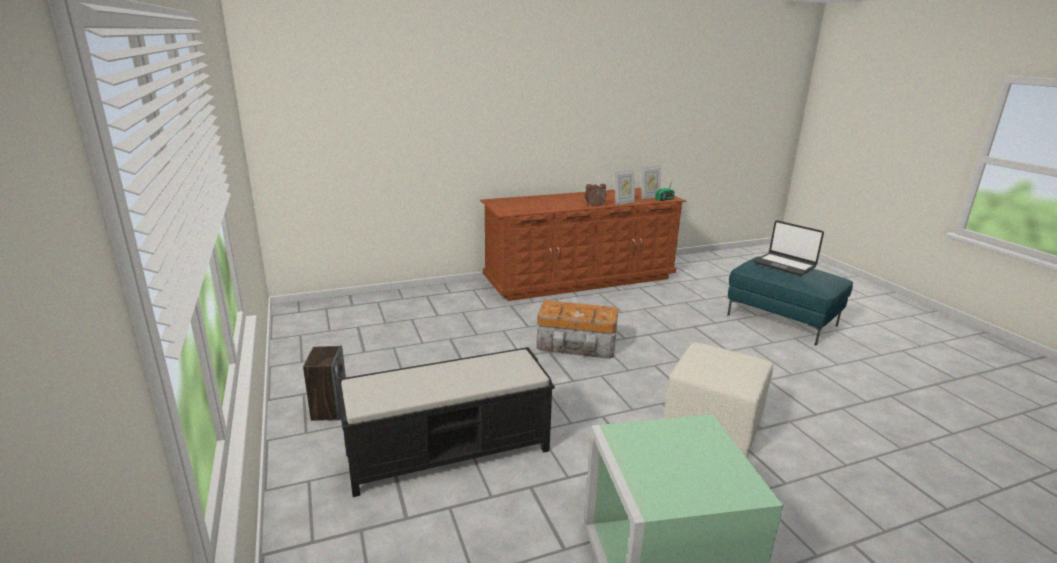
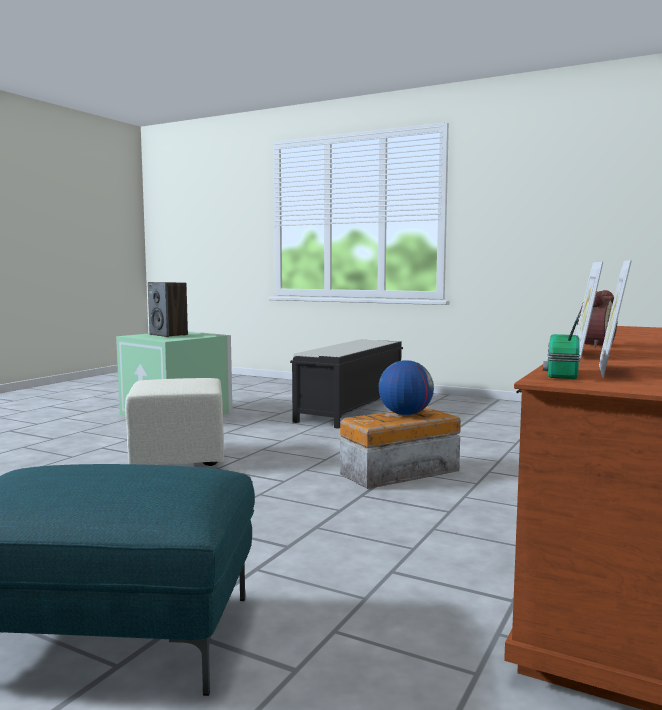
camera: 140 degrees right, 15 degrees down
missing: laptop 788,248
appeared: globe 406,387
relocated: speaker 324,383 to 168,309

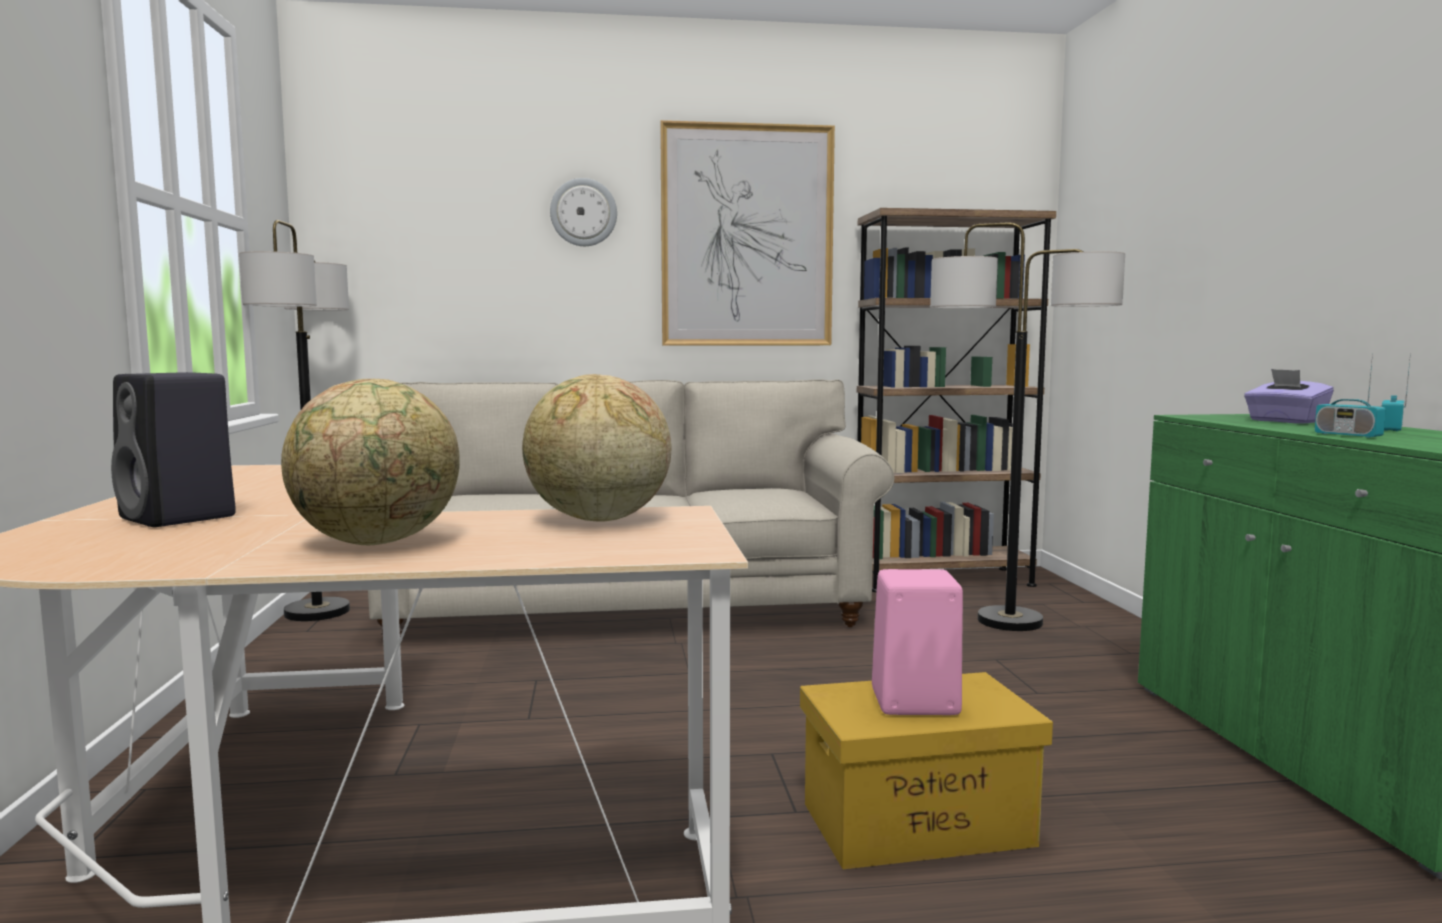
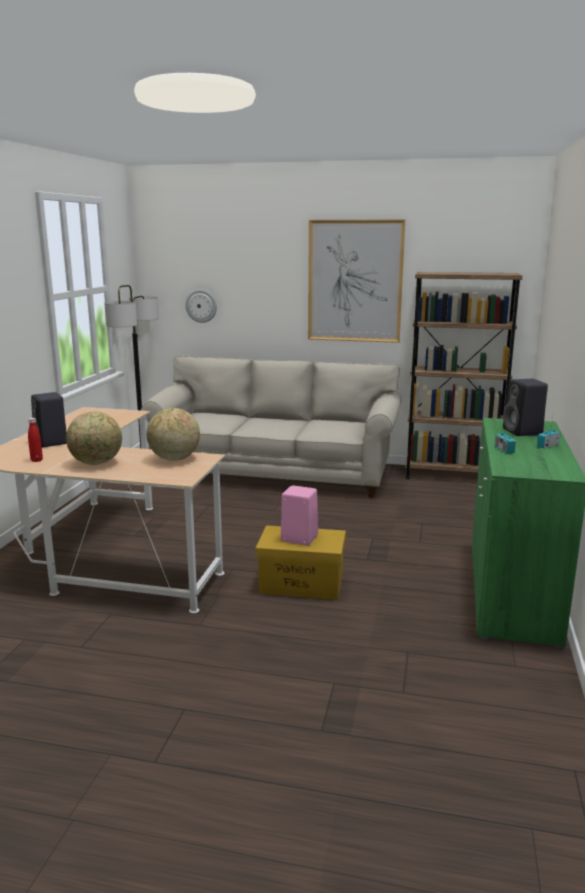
camera: 20 degrees right, 10 degrees up
missing: floor lamp 1027,427
appeared: red-coloured bottle 35,440
relocated: wall clock 583,212 to 201,306
exchanged: purplish tissue box 1289,396 to black-coloured speaker 525,407

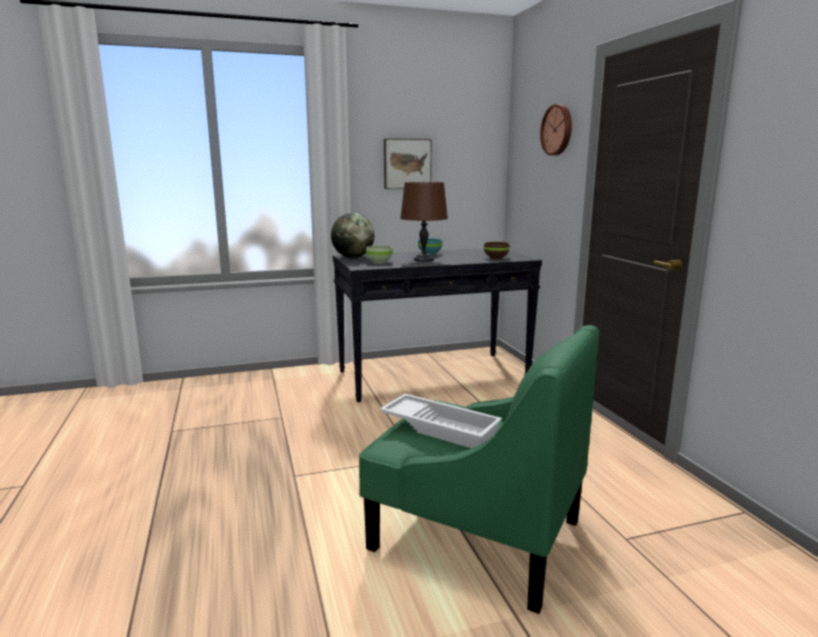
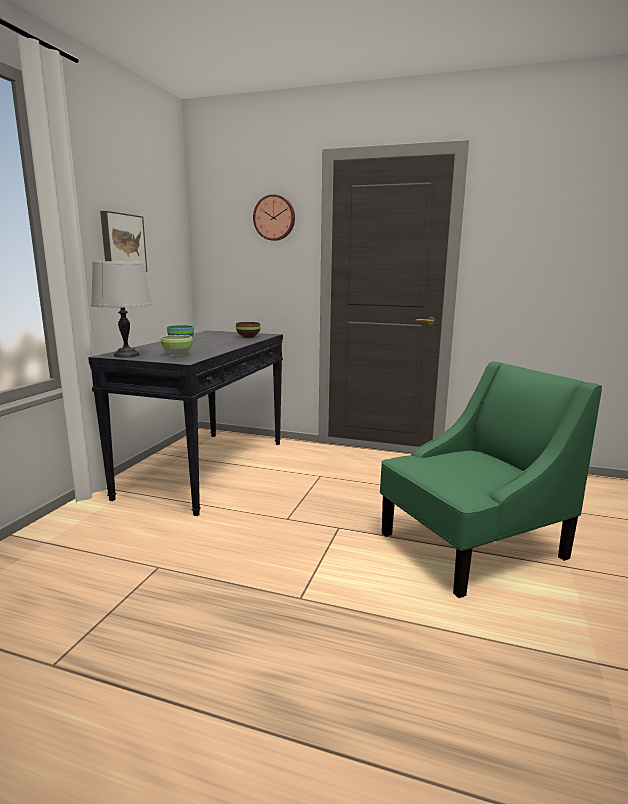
camera: 55 degrees left, 0 degrees up
missing: whitish tray 441,421; brownish table lamp 424,222
exchanged: globe 352,235 to greyish table lamp 122,309

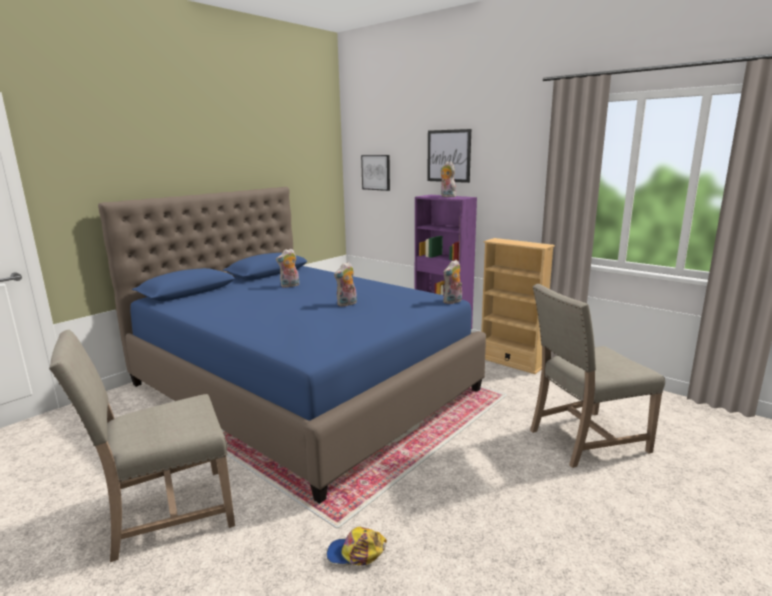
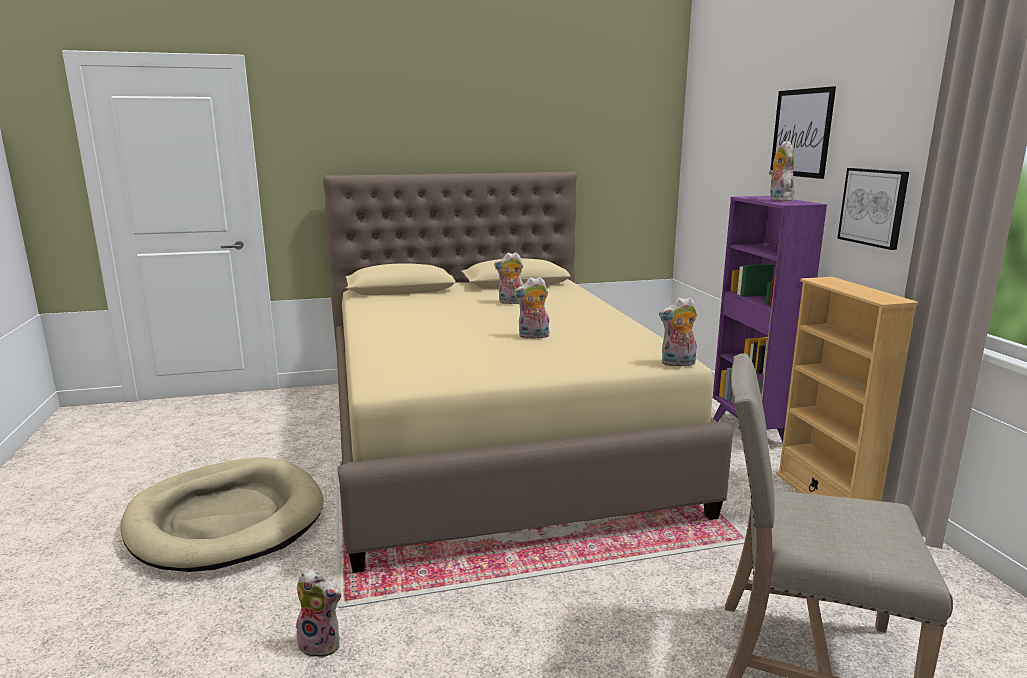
camera: 35 degrees right, 0 degrees up
relocated: wall picture 375,173 to 873,209
exchanged: beige-coloured chair 142,446 to beige-coloured dog bed 222,514; baseball cap 357,546 to cuddly toy 318,613
colour: blue bedroom bed 292,345 to beige-coloured bedroom bed 528,372

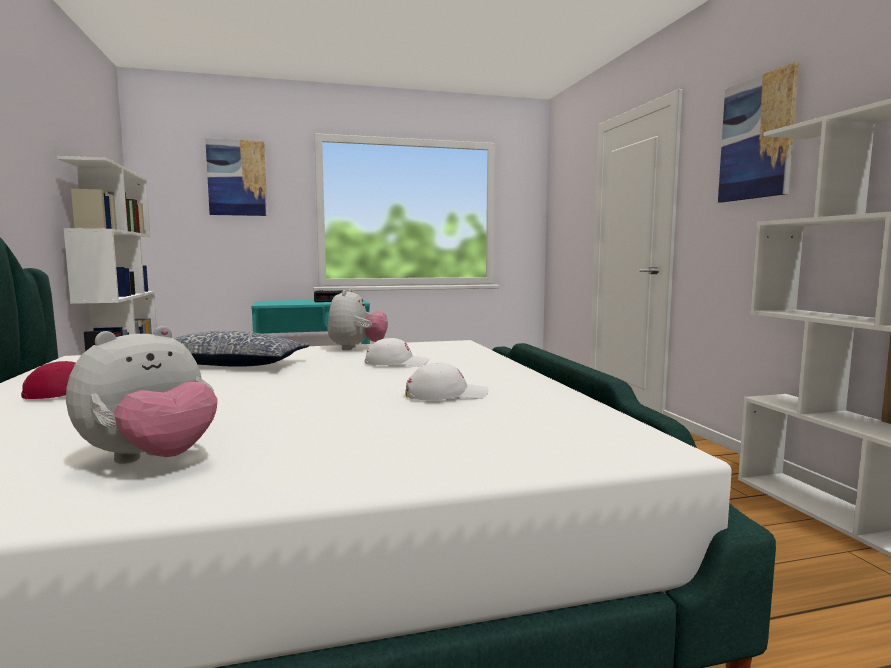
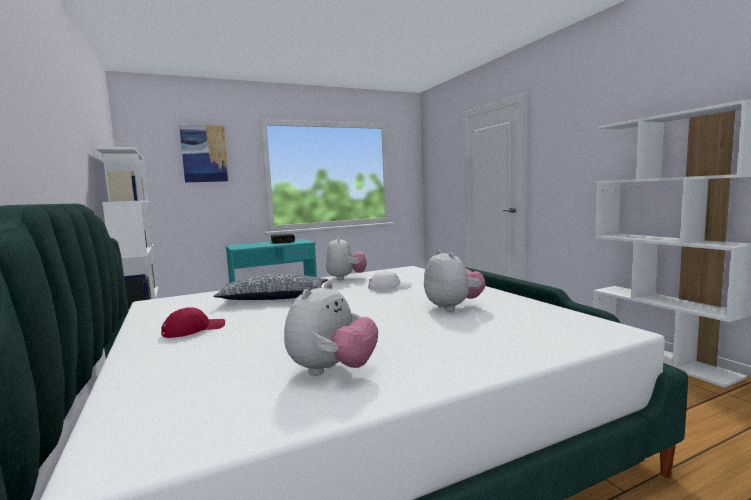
camera: 10 degrees left, 0 degrees up
missing: wall picture 758,132
exchanged: whitish baseball cap 447,381 to cuddly toy 454,281

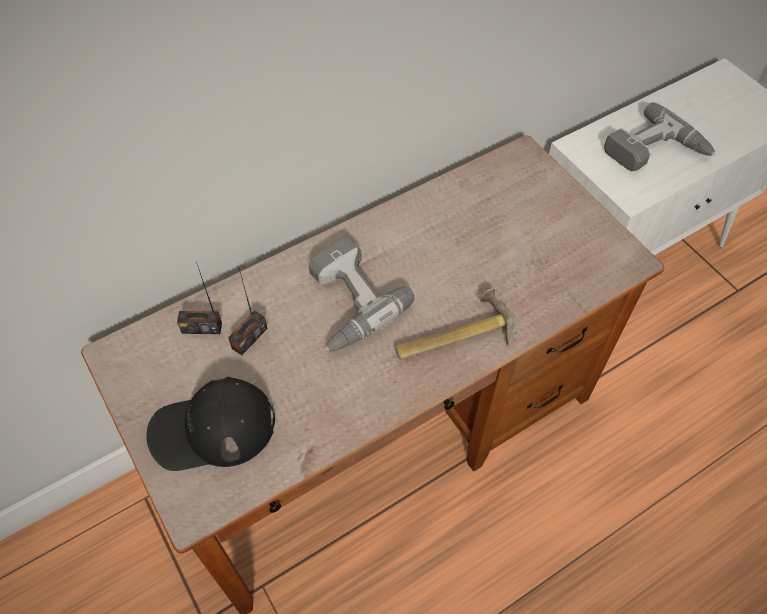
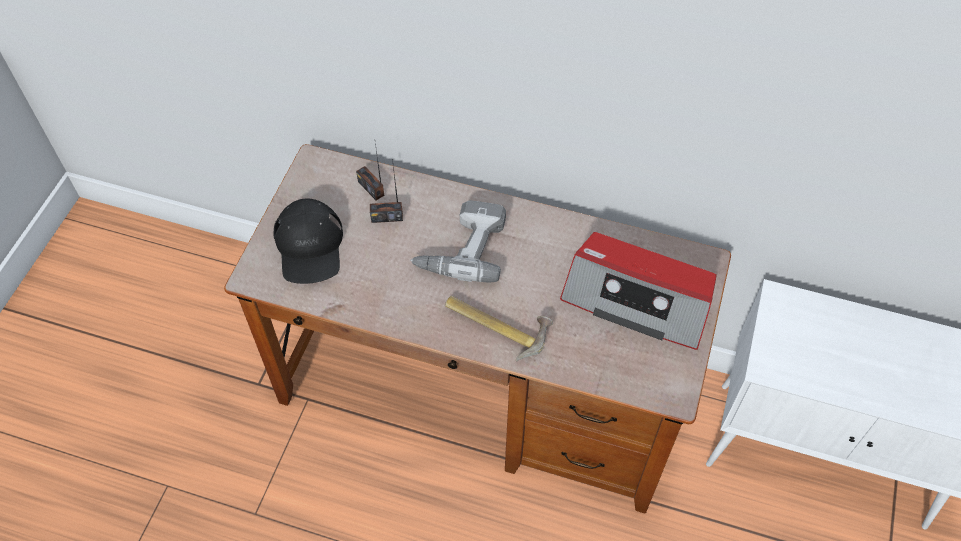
camera: 50 degrees right, 0 degrees up
missing: drill 659,136
appeared: radio receiver 638,291
spun: black-coloured baseball cap 210,424 = 308,241 135 degrees counterclockwise

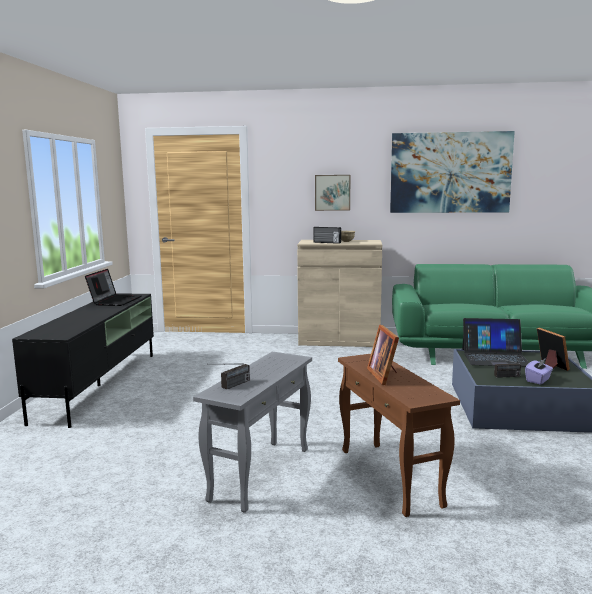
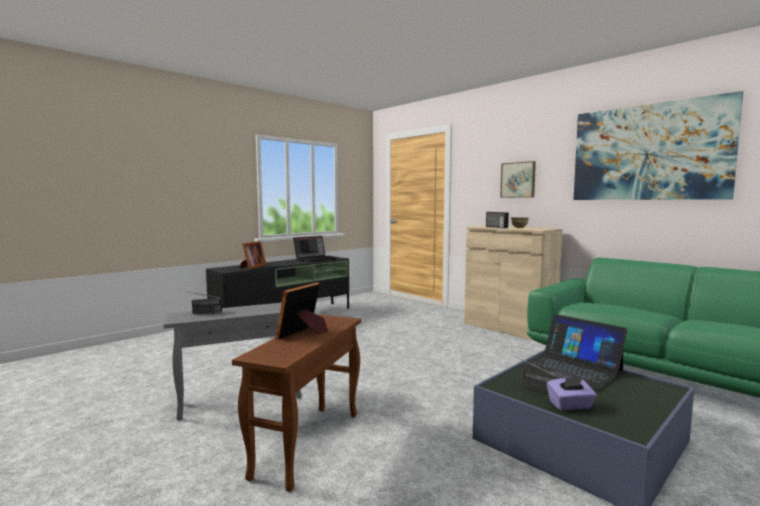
camera: 40 degrees right, 5 degrees down
relocated: picture frame 553,349 to 253,255

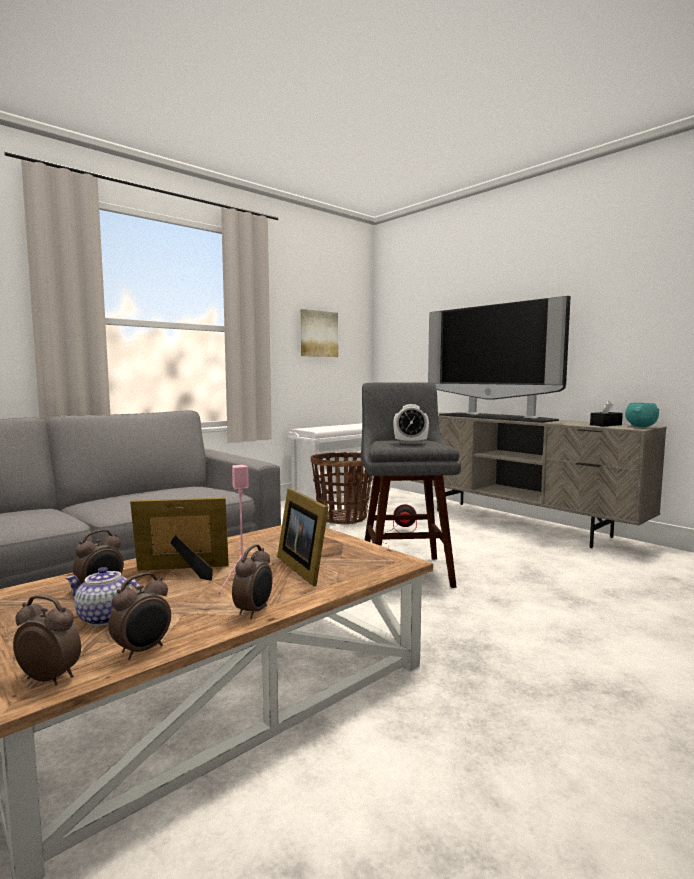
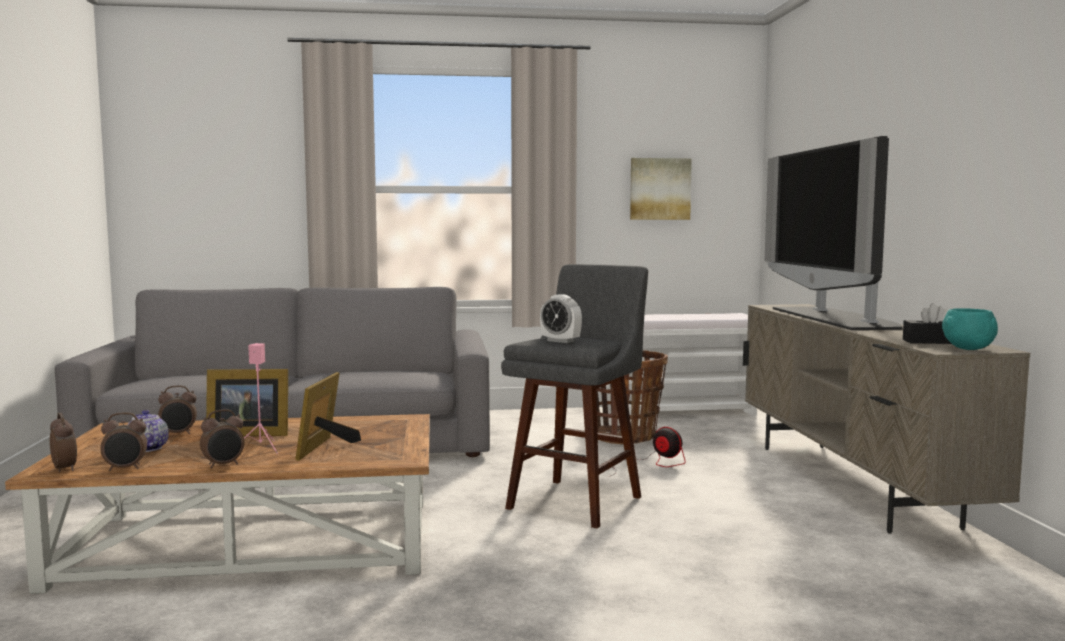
camera: 35 degrees right, 0 degrees up
spun: picture frame 179,539 = 247,402 150 degrees clockwise

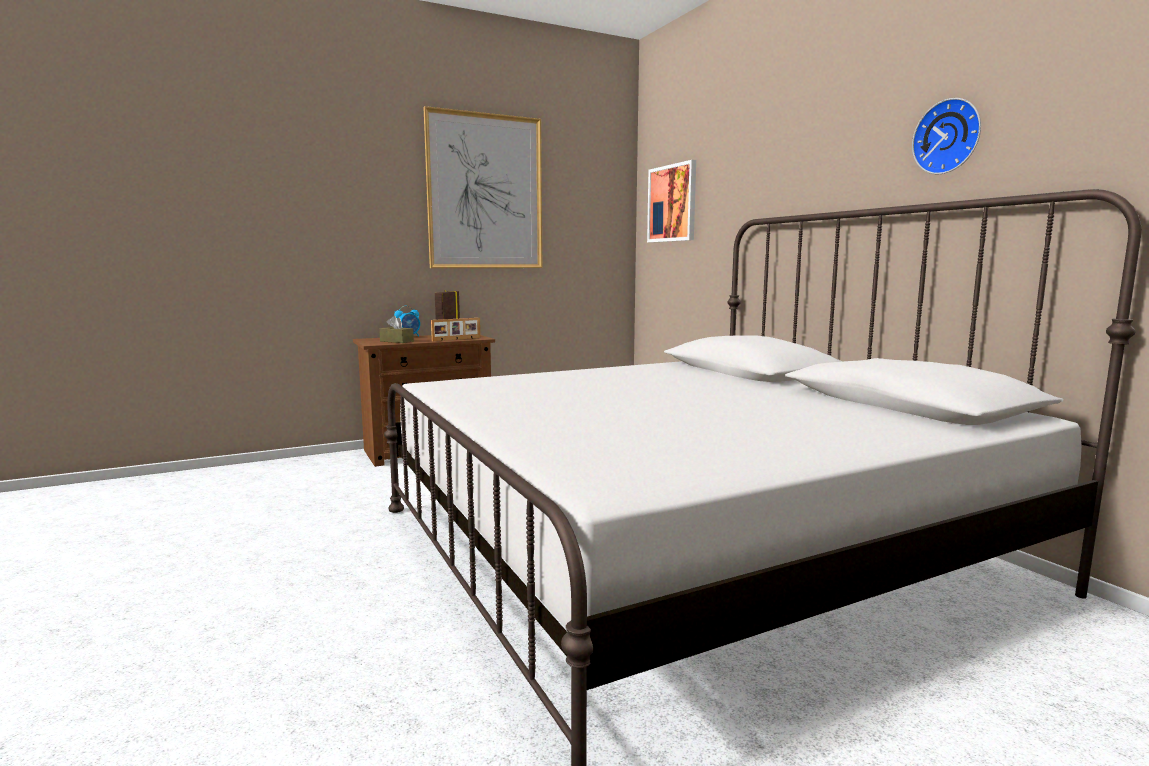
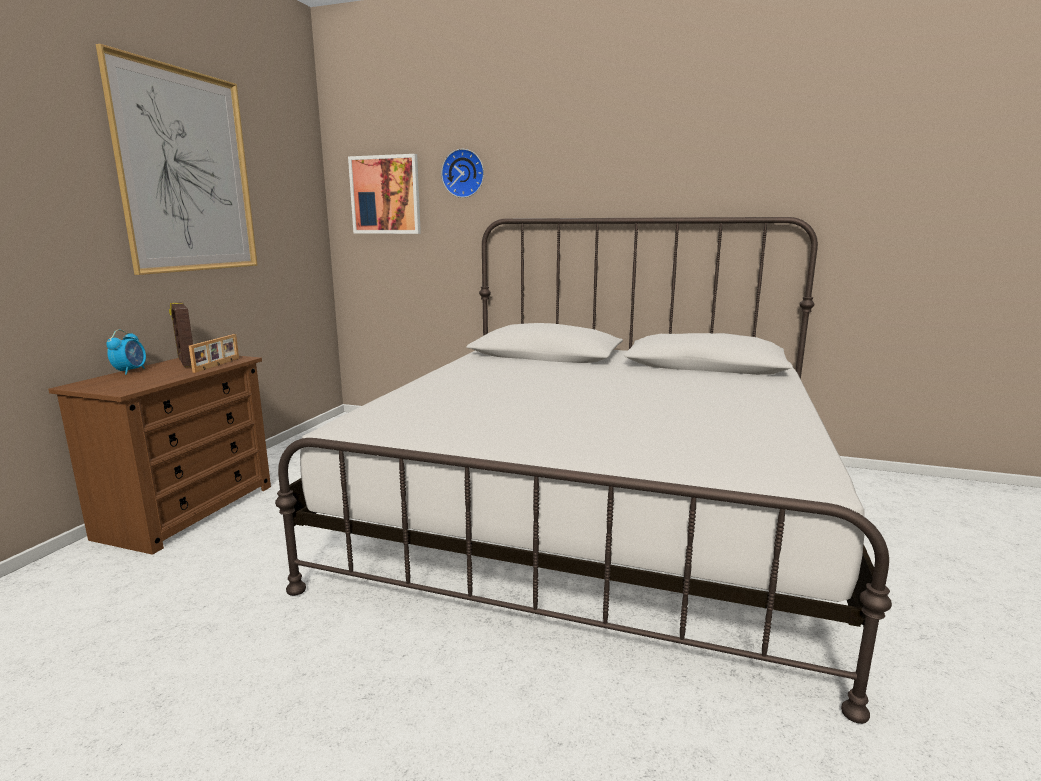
camera: 45 degrees left, 5 degrees up
missing: brownish tissue box 396,329
relocated: wall clock 946,136 to 462,173

